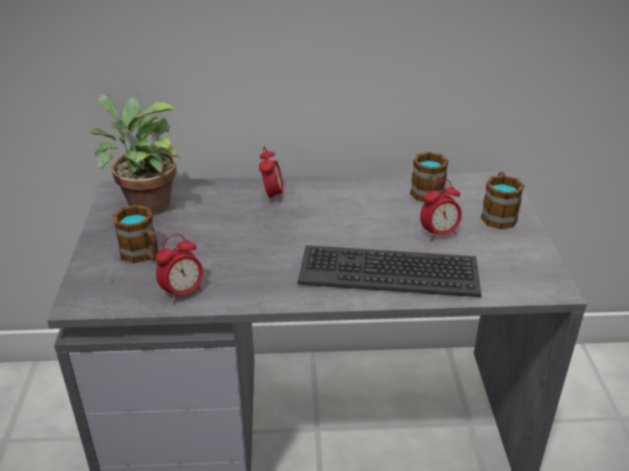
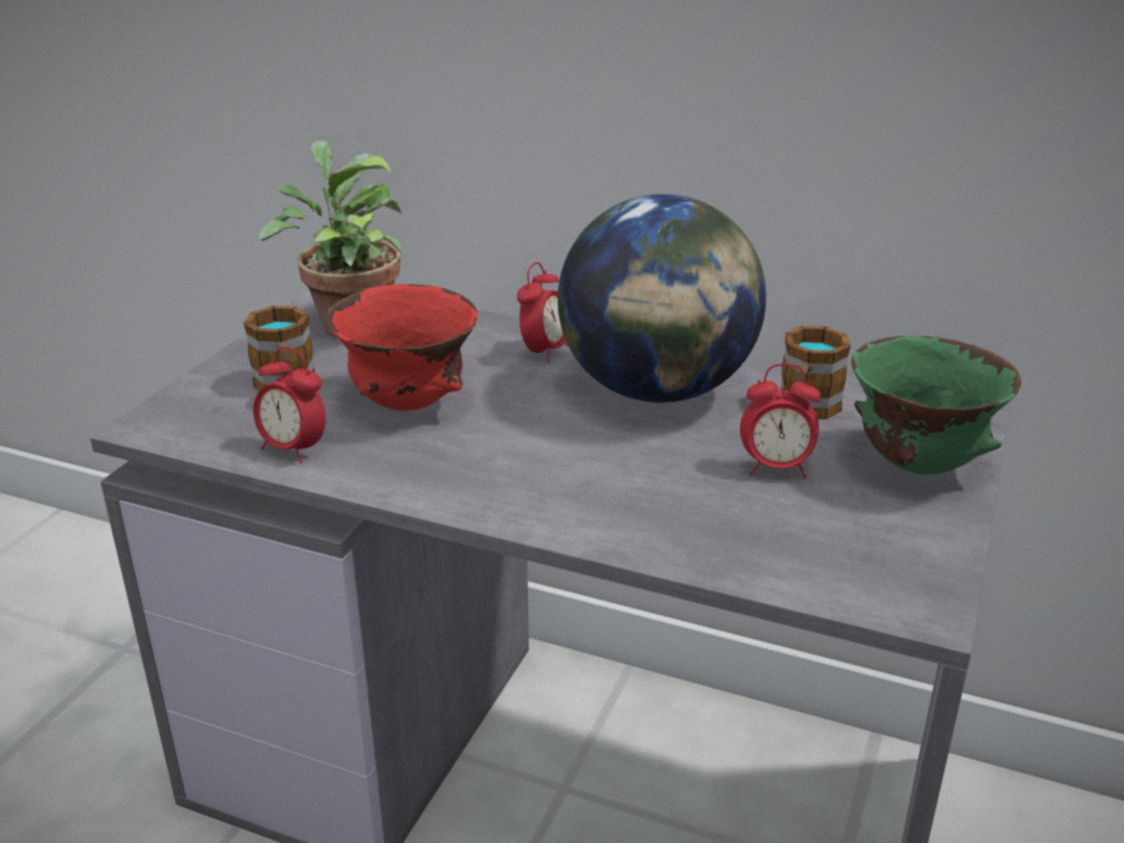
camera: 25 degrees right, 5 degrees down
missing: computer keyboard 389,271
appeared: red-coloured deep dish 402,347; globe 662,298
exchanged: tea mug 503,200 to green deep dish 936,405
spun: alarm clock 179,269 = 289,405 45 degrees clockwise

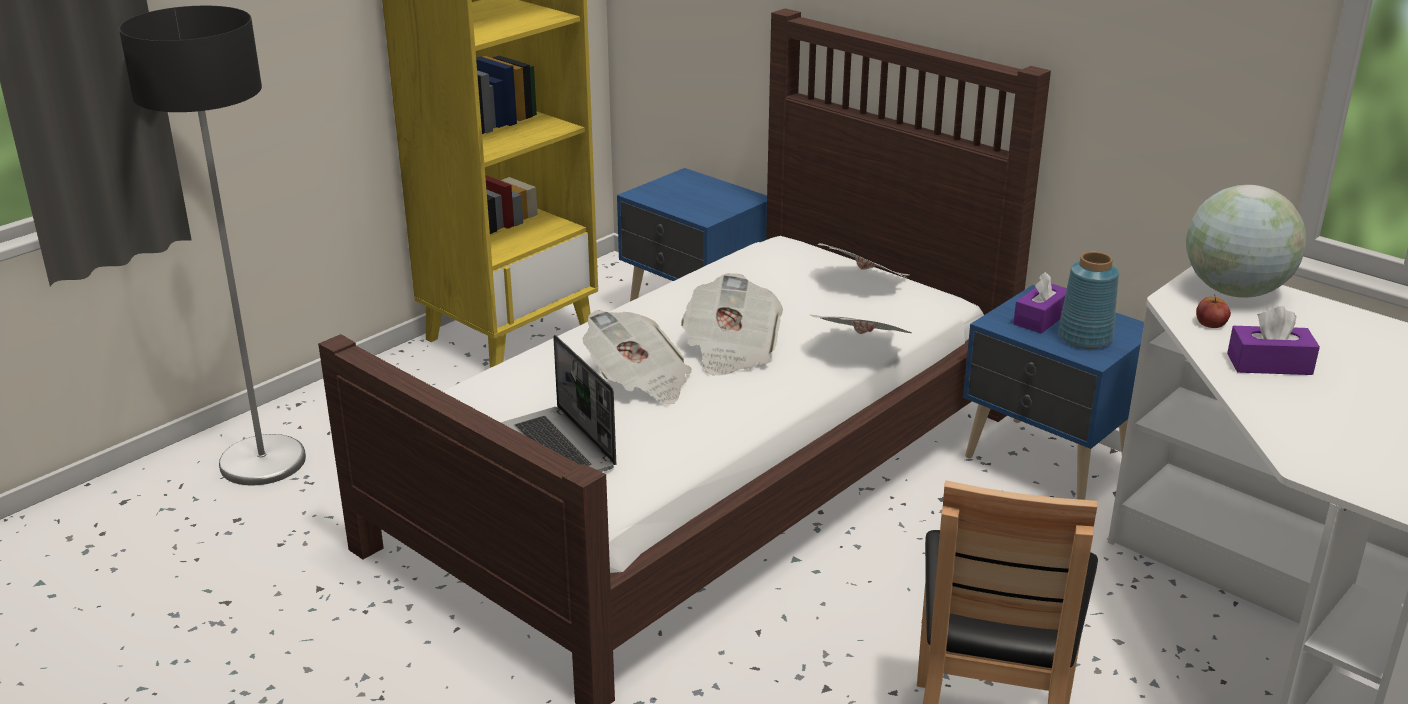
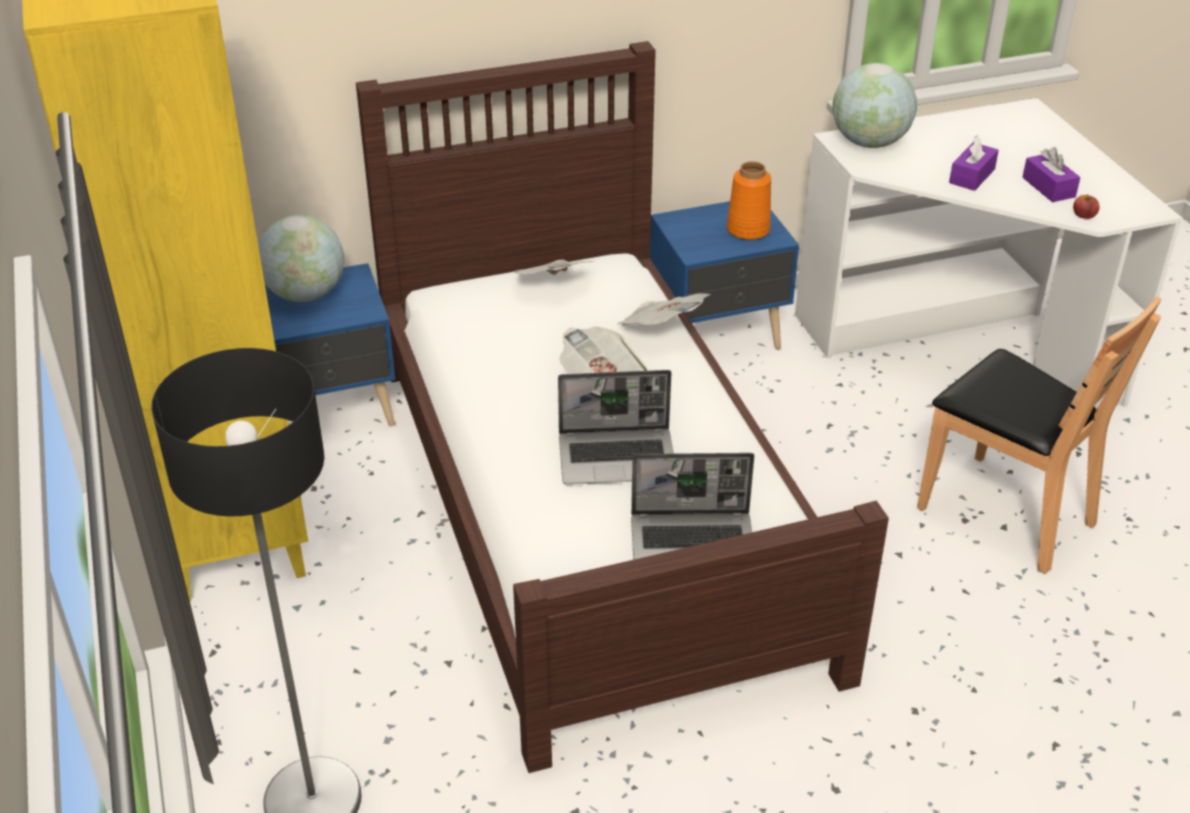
camera: 60 degrees left, 10 degrees up
appeared: globe 301,258
relocated: purplish tissue box 1040,303 to 1051,174; whole apple 1213,311 to 1086,206
exchanged: newspaper 637,357 to laptop 616,427
colour: blue decorative vase 1088,300 to orangey decorative vase 749,200

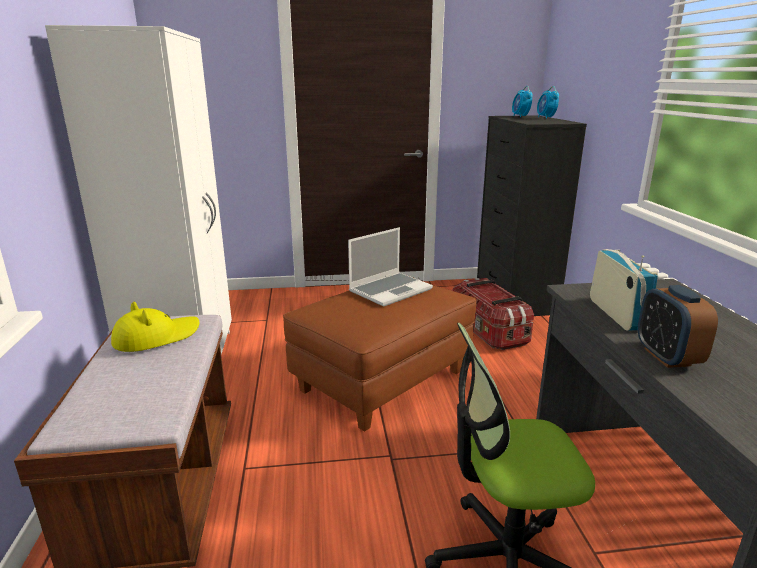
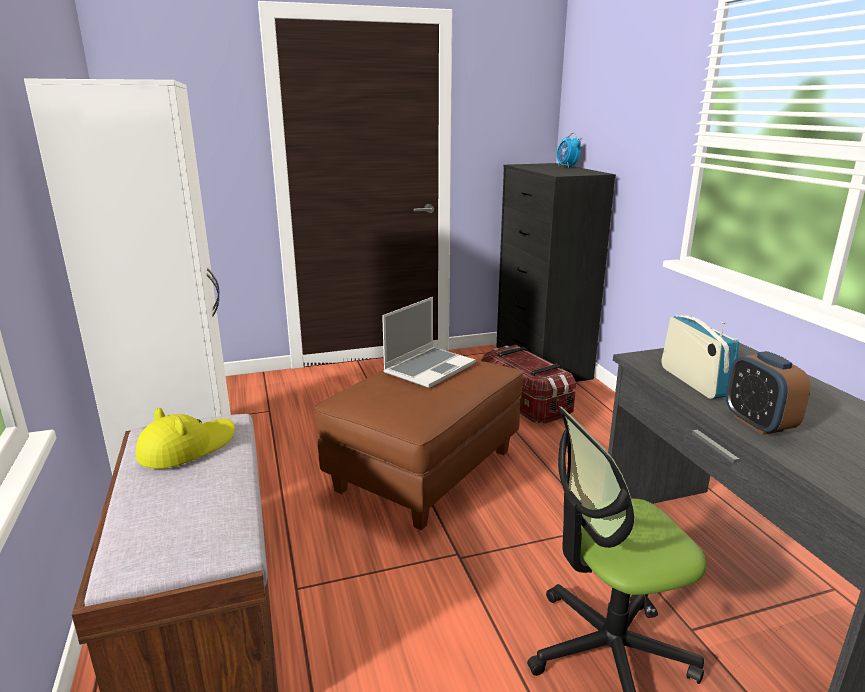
camera: 10 degrees left, 0 degrees up
missing: alarm clock 522,101

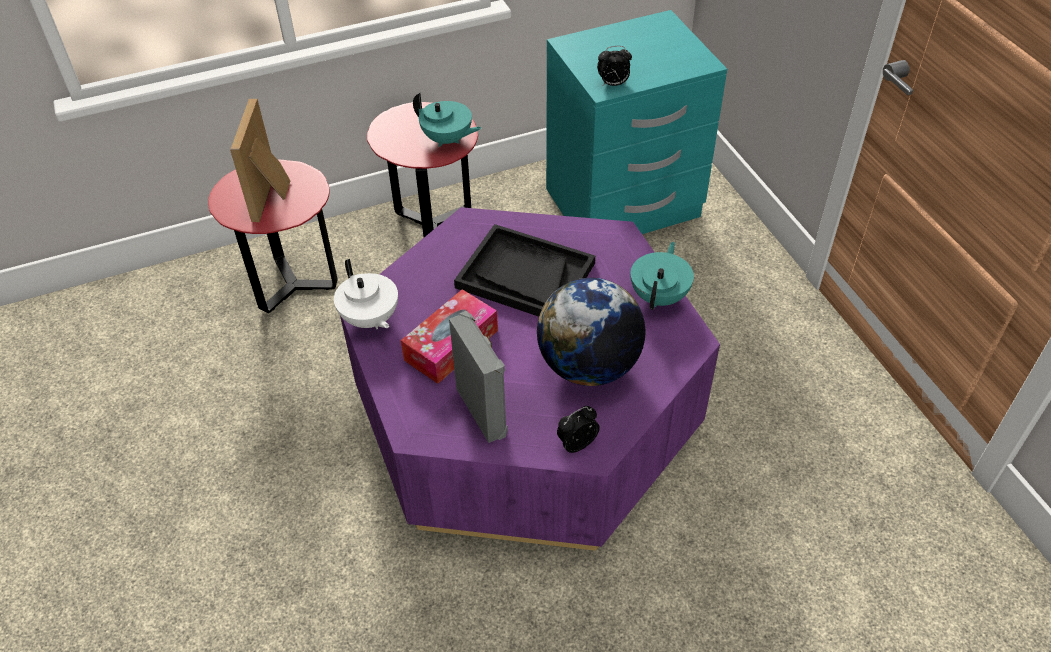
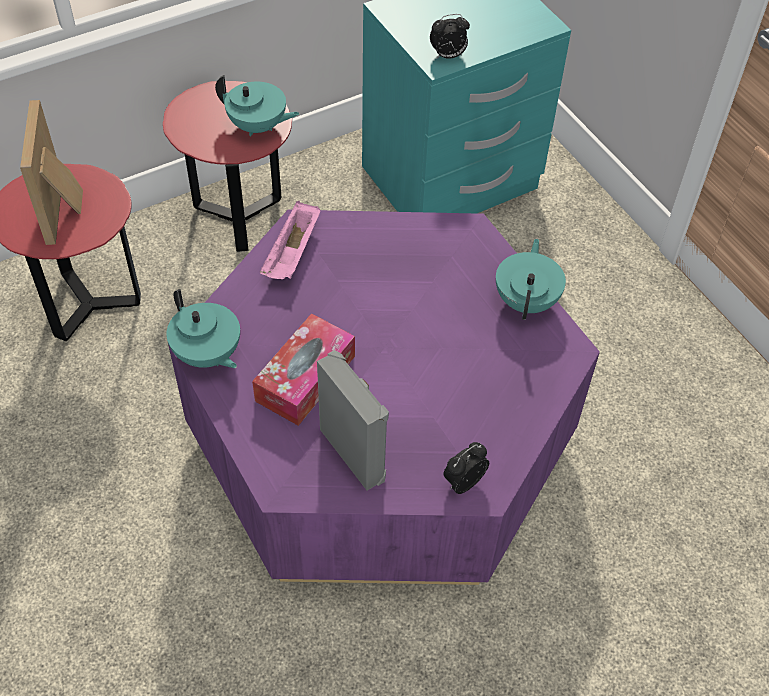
camera: 10 degrees left, 5 degrees up
missing: black-coloured tray 524,270; globe 591,332
appeared: pink-coloured tray 290,240
colour: whitish teapot 366,294 to turquoise-coloured teapot 203,328

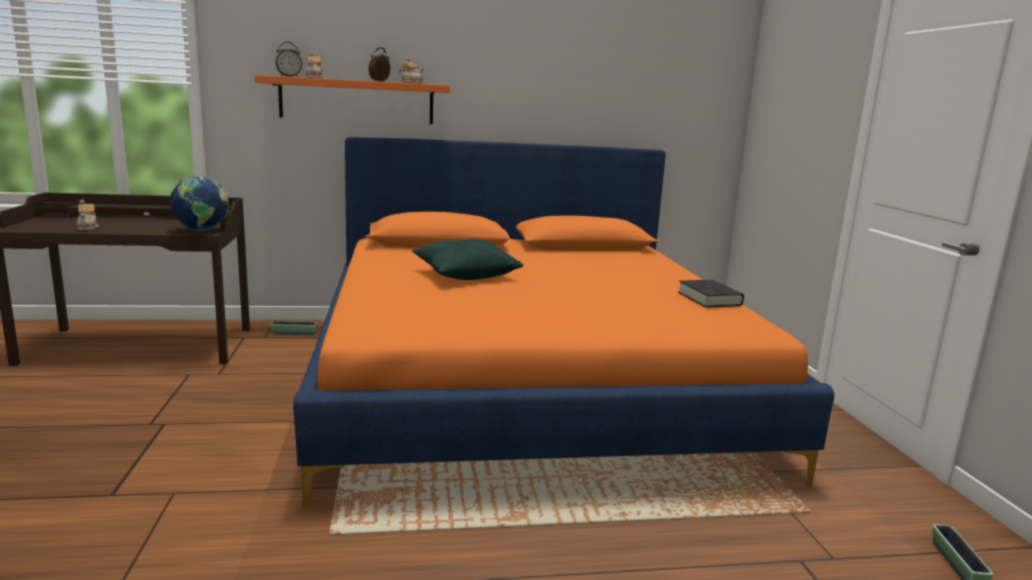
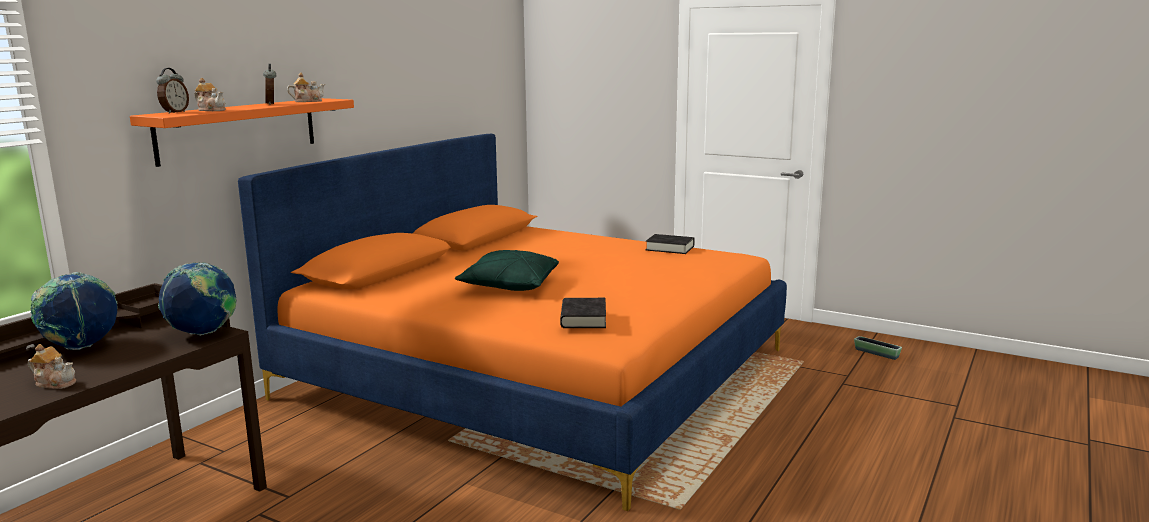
camera: 50 degrees left, 0 degrees up
missing: planter 293,328
appeared: globe 74,311; black-coloured bound book 583,313

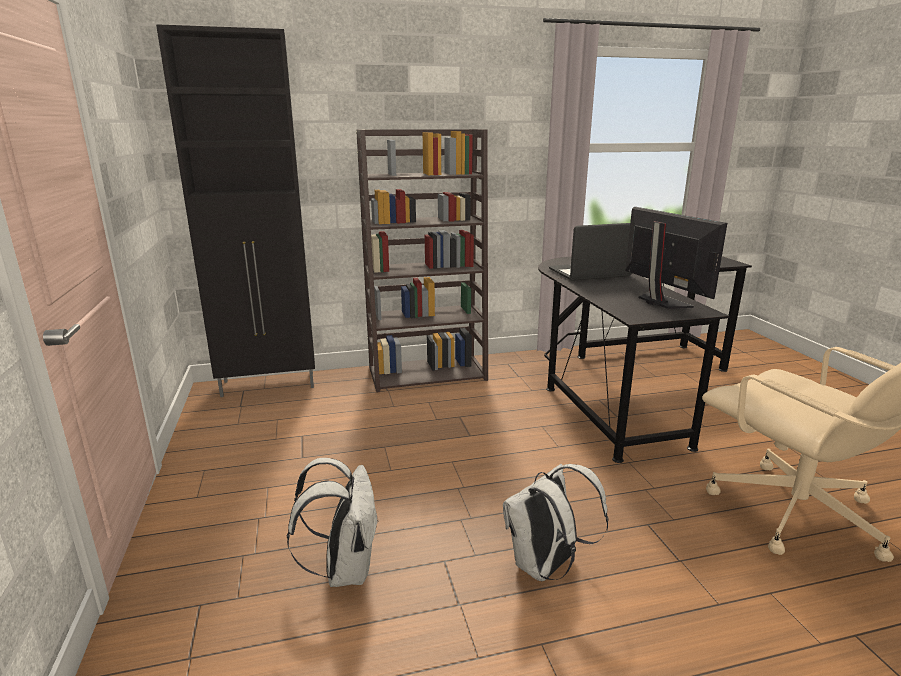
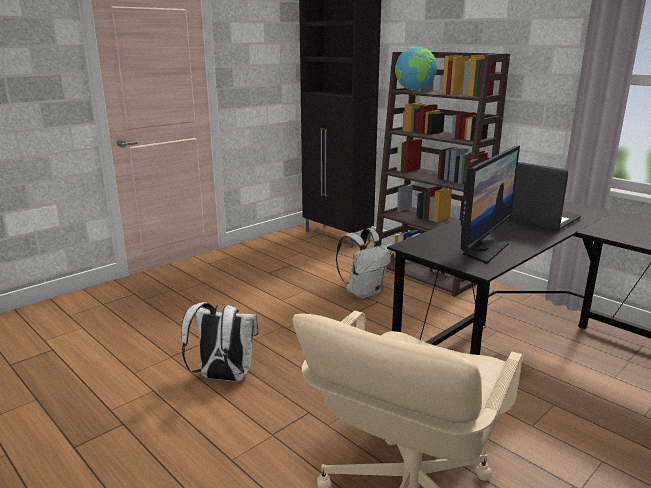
camera: 60 degrees right, 0 degrees up
appeared: globe 416,68
relocated: whitish backpack 333,522 to 364,263

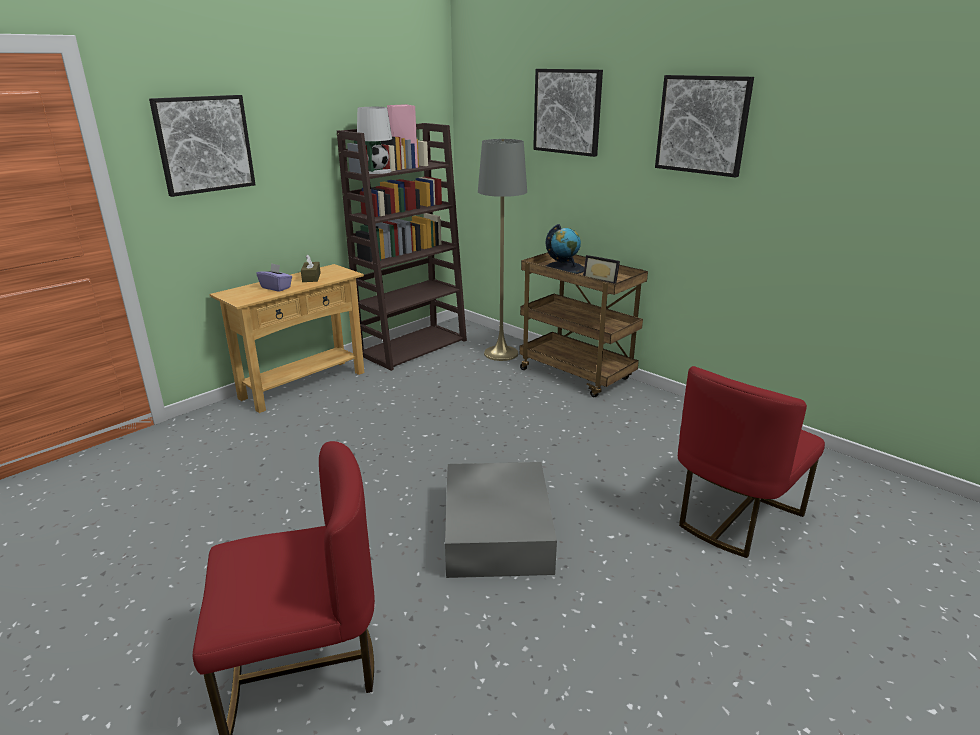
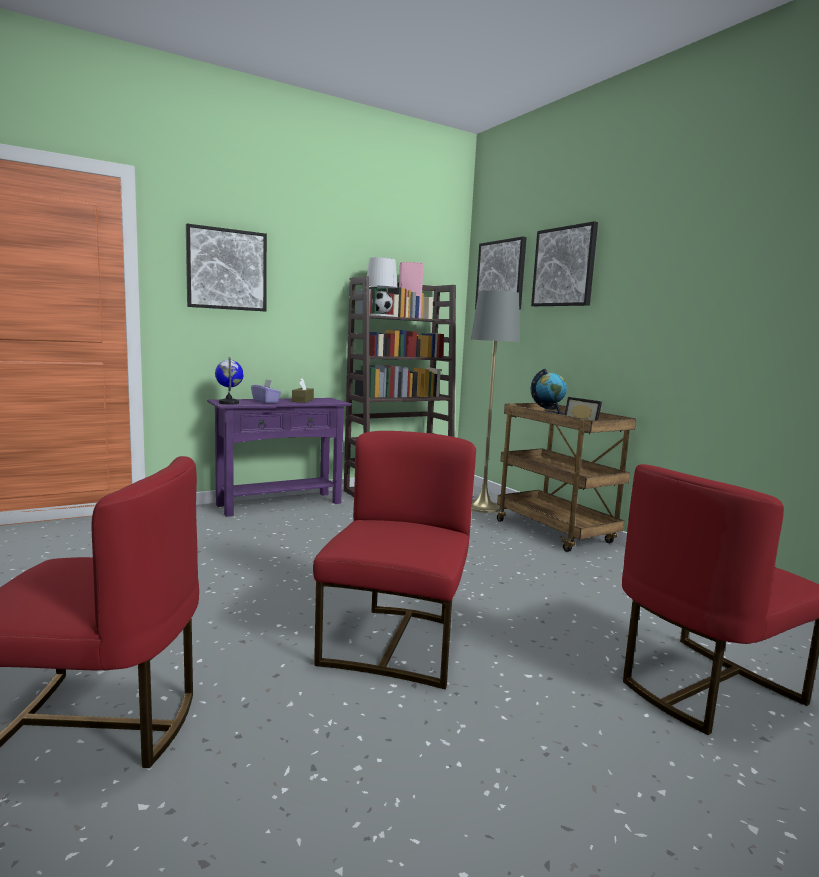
camera: 15 degrees right, 15 degrees down
appeared: globe 229,381
relocated: wall picture 704,126 to 501,273
exchanged: greyish storage bin 501,520 to red-coloured chair 394,560
colour: beige-coloured narrow table 286,338 to purplish narrow table 279,457

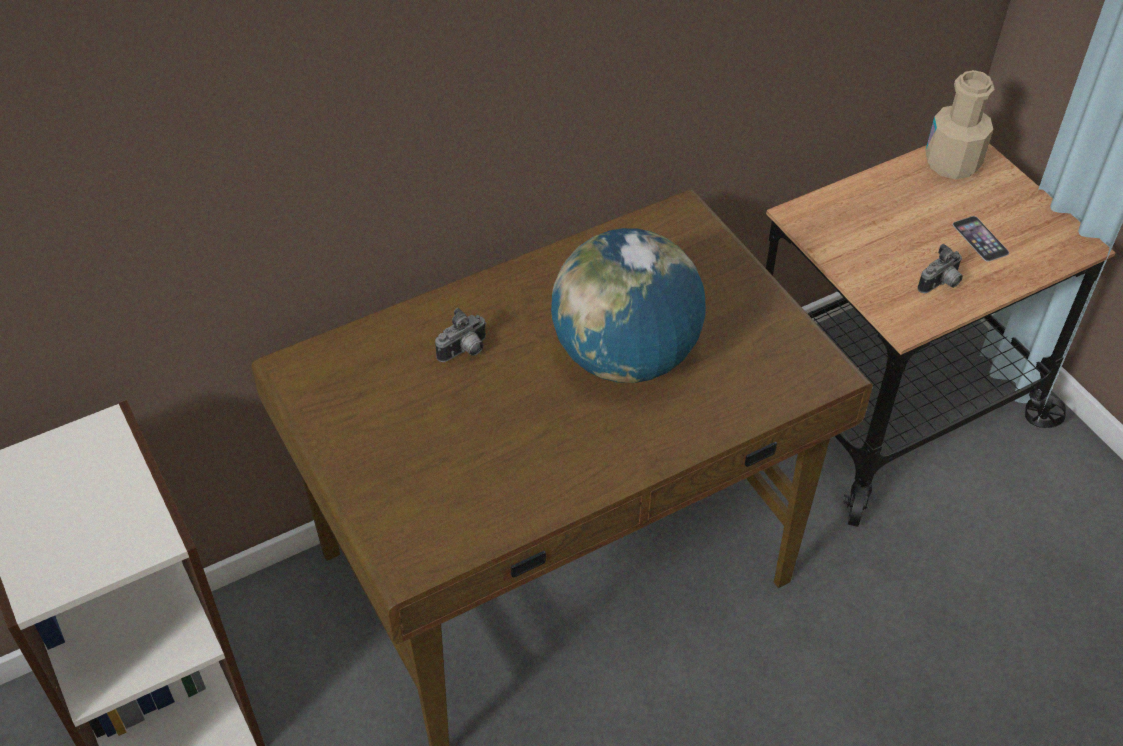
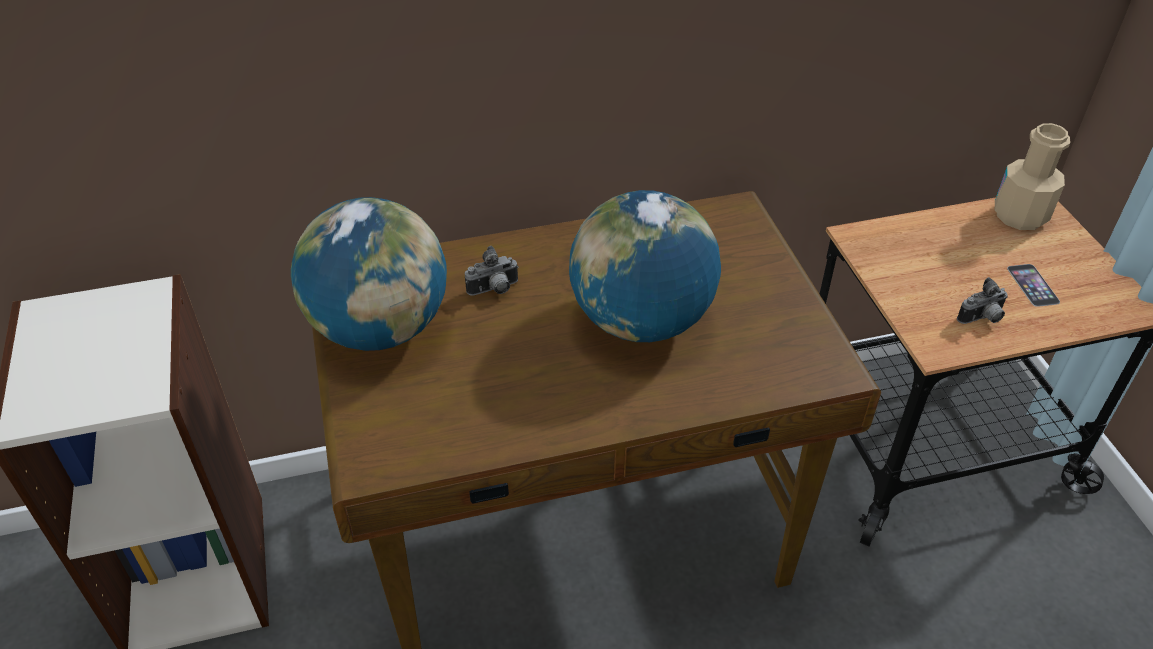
camera: 15 degrees right, 5 degrees down
appeared: globe 369,274

